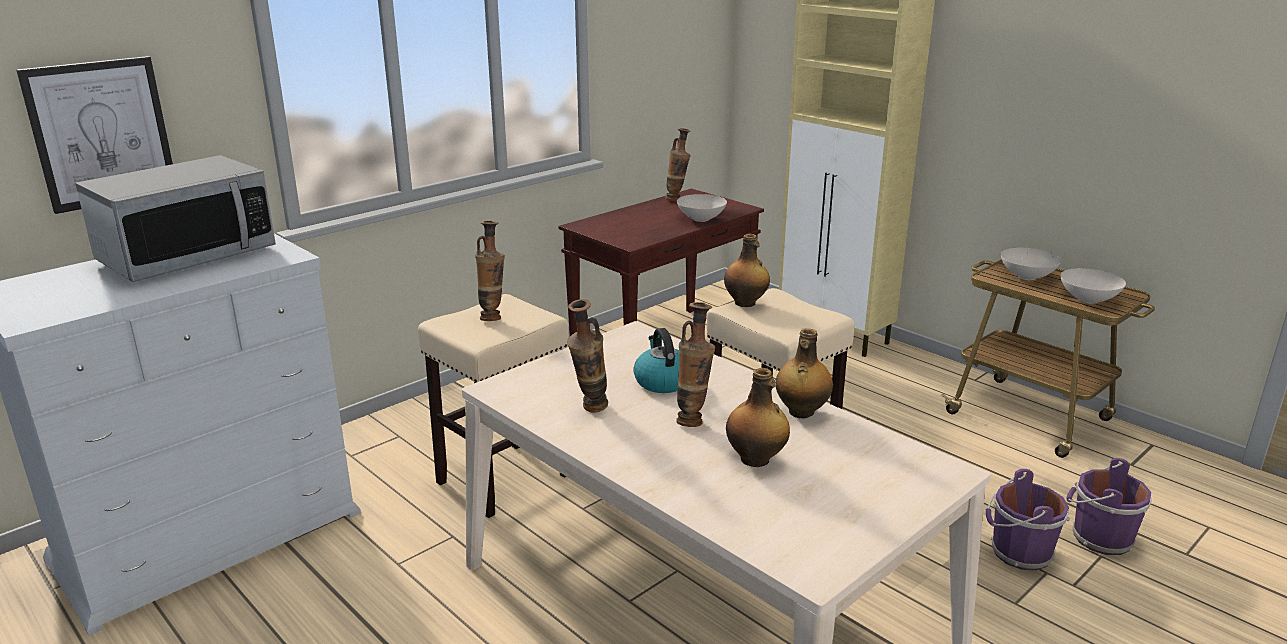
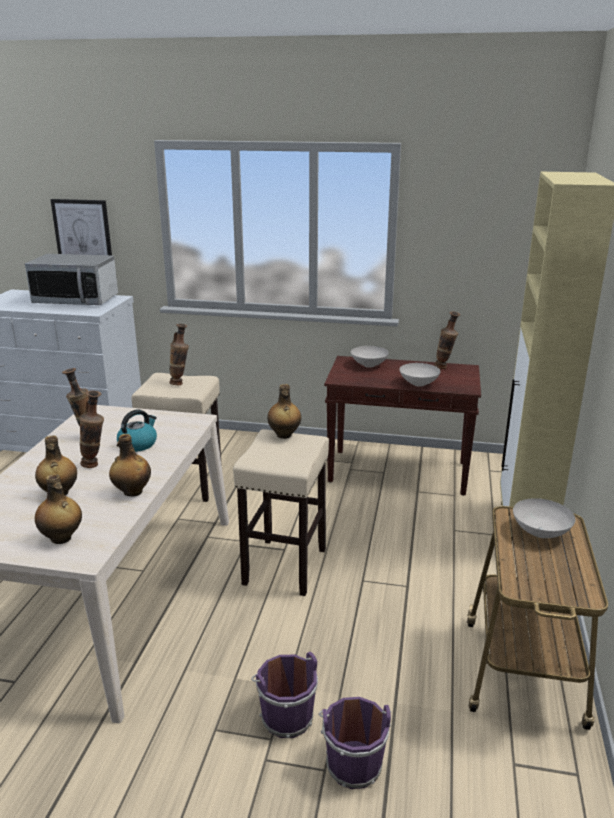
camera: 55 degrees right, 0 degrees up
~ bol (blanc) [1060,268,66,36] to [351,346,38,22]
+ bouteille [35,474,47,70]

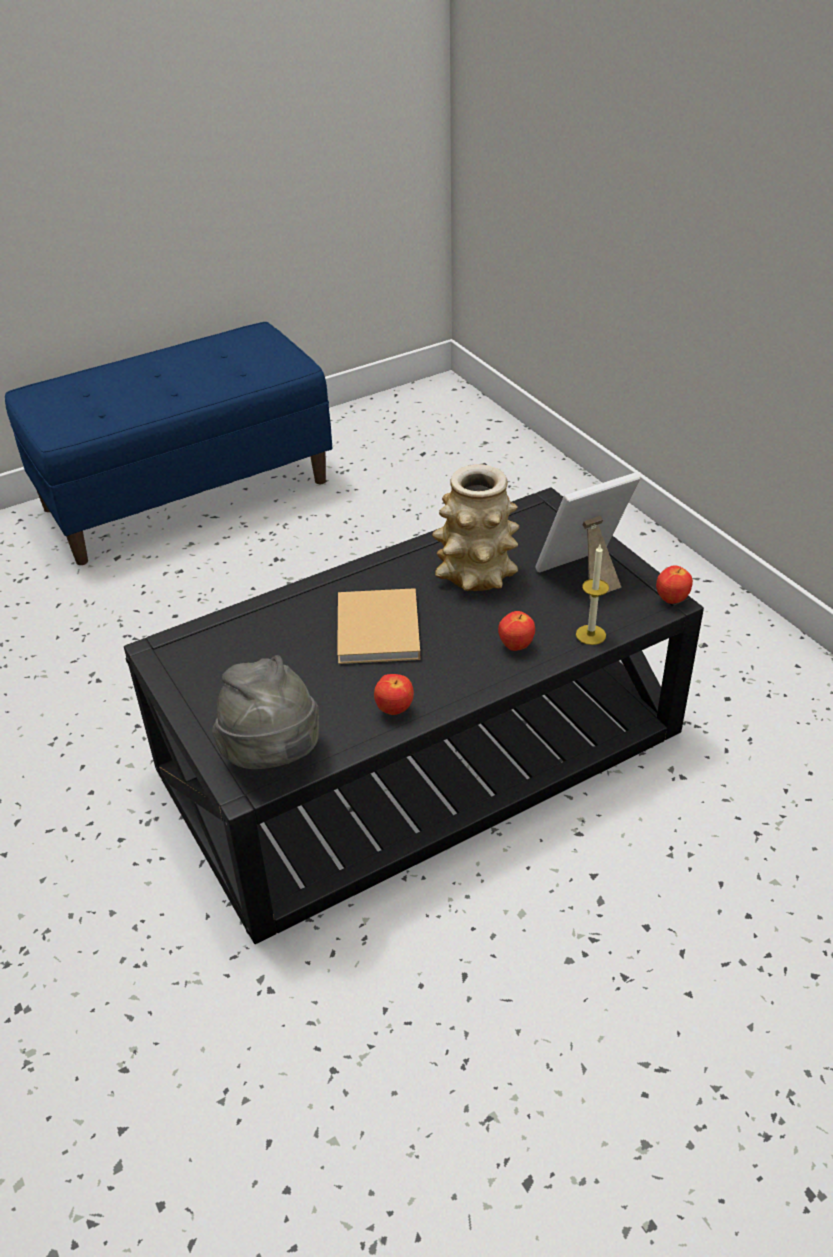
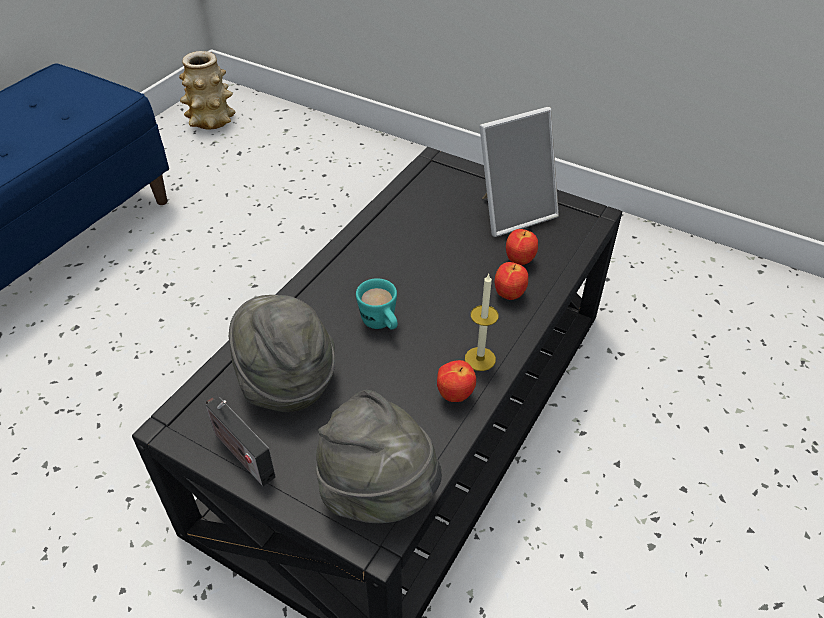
camera: 30 degrees left, 5 degrees up
~ vase [432,464,87,127] to [179,51,56,78]
~ cadre photo [535,473,105,126] = [479,107,80,130] 150 degrees counterclockwise
~ bougie [576,545,33,100] to [465,274,34,97]
~ pomme [656,566,37,38] to [506,229,32,36]
~ livre (beige) [337,588,84,76] to mug (turquoise) [356,278,42,52]
+ chapeau (gris) [229,295,106,117]
+ radio [206,397,70,89]

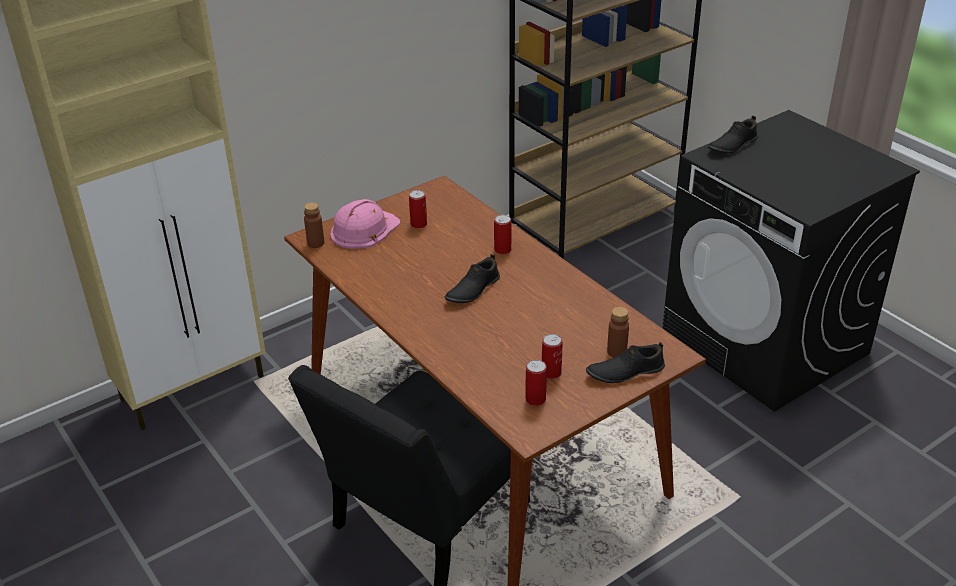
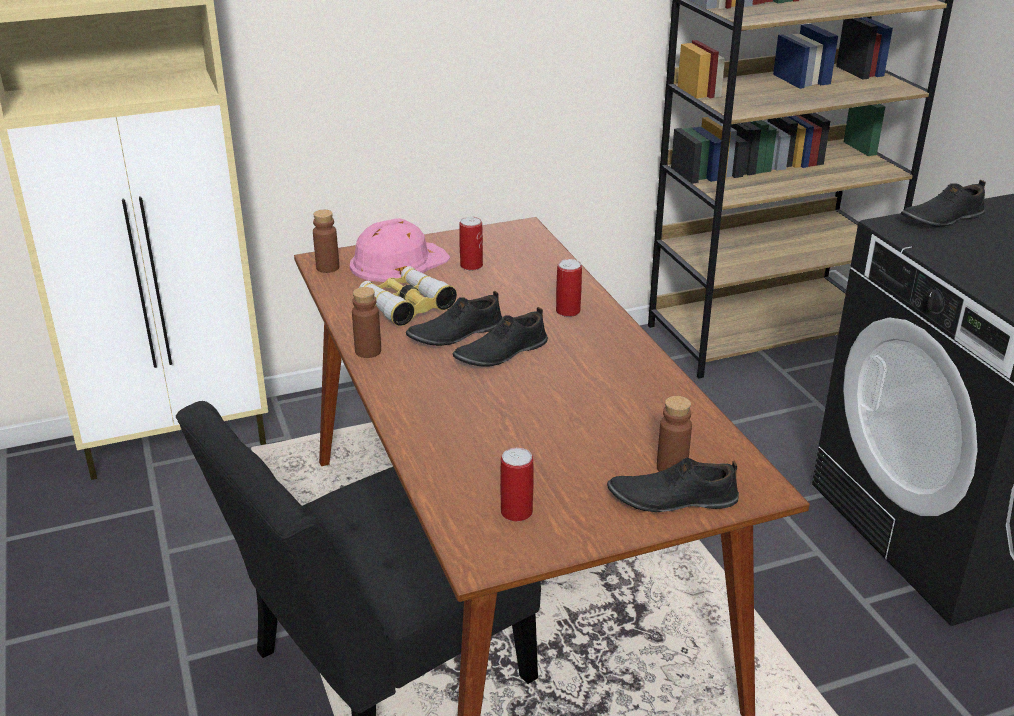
camera: 15 degrees right, 5 degrees down
- boîte métallique [542,334,20,45]
+ jumelles [359,266,98,60]
+ bouteille (marron) [352,287,29,71]
+ chaussure (noir) [406,291,97,55]

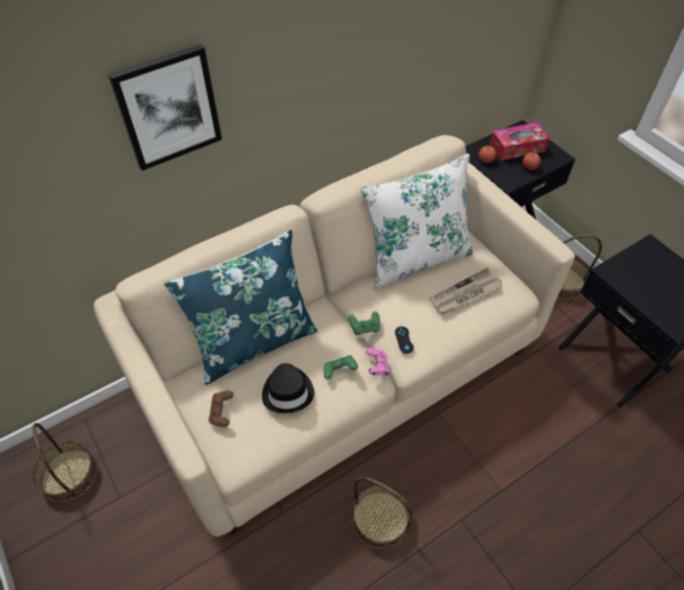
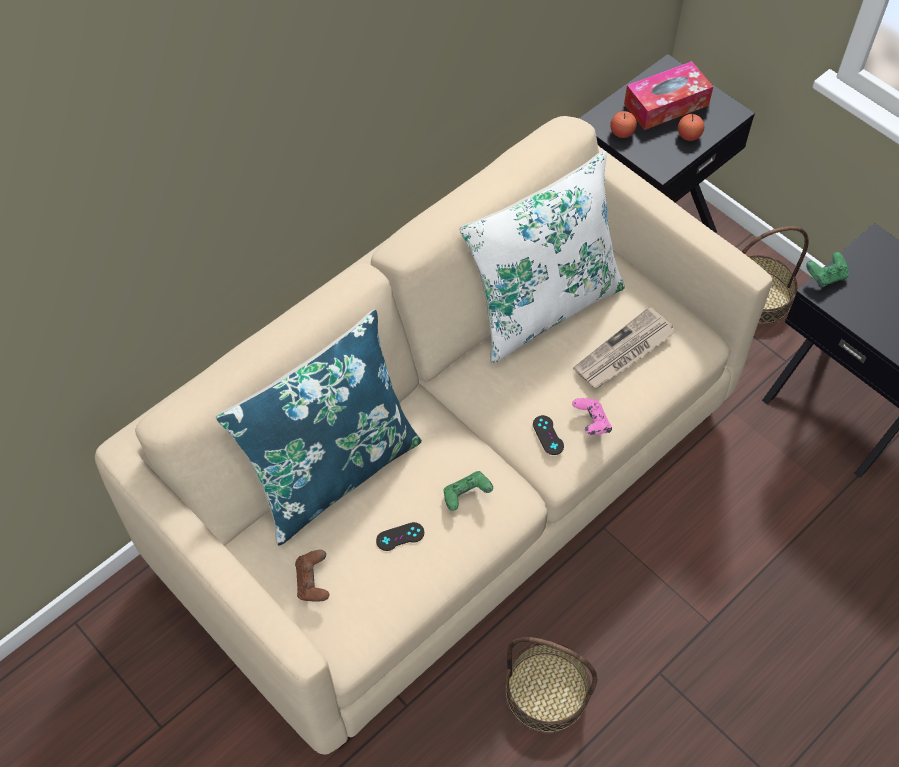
camera: 10 degrees left, 5 degrees up
- tableau [108,44,114,127]
~ manette (vert) [348,311,32,24] to [806,252,43,35]
~ manette (rose) [365,348,24,27] to [572,398,40,37]
~ chapeau (noir) [262,363,52,50] to manette (noir) [376,522,48,29]
- panier [32,423,66,79]

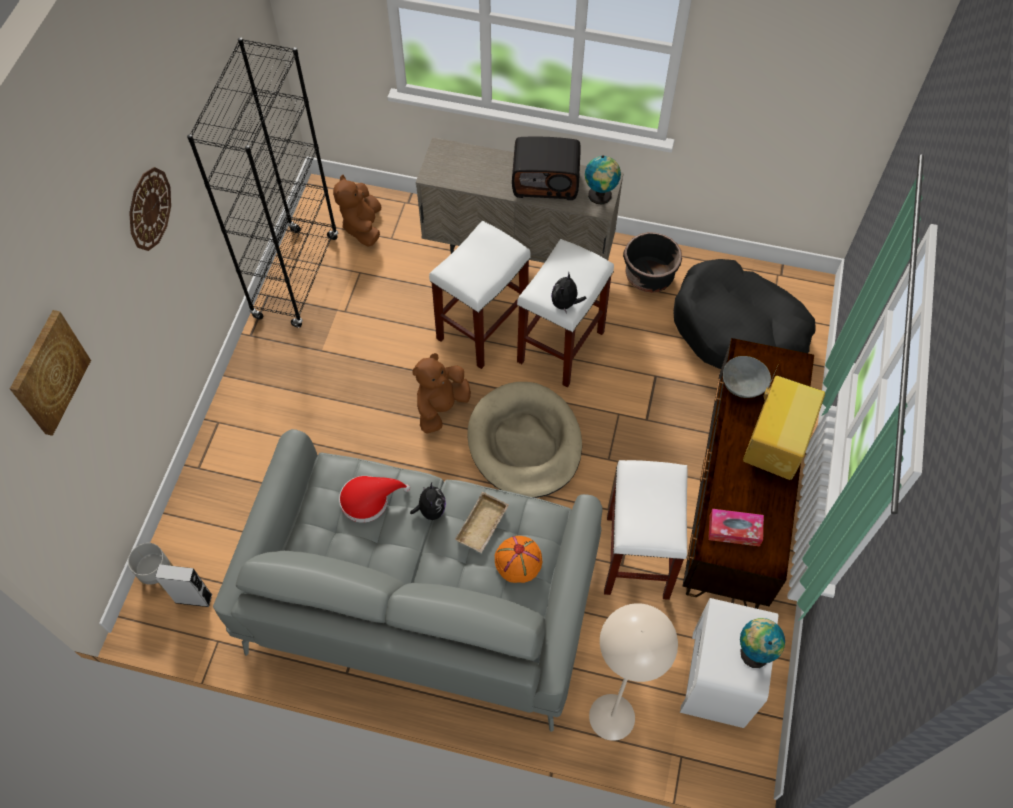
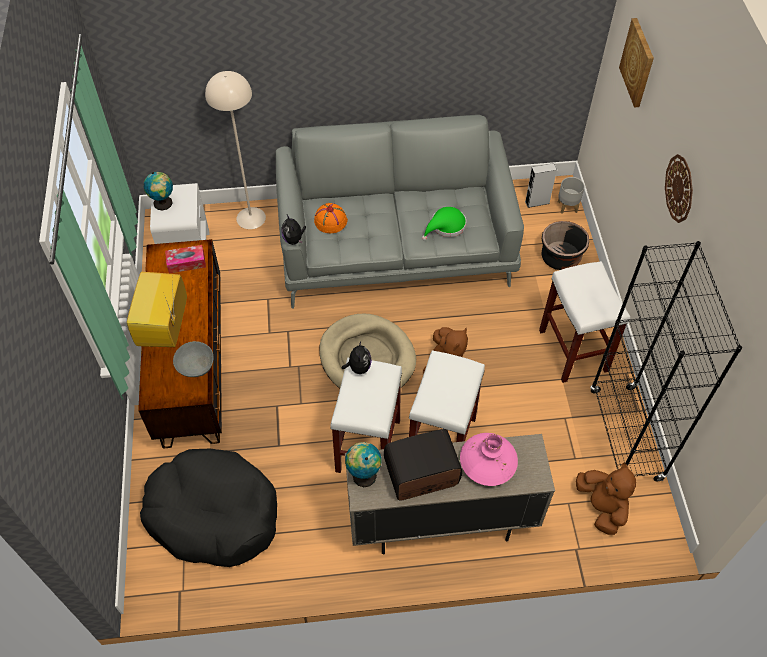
camera: 160 degrees right, 5 degrees down
~ cache-pot (noir) [623,232,59,61] to [541,221,48,49]
~ tabouret (blanc) [604,460,83,140] to [539,261,91,122]
~ chapeau (rouge) [339,476,71,47] to chapeau (vert) [422,207,44,34]
~ peluche [410,483,36,37] to [281,214,25,31]
- plateau (beige) [455,492,54,61]
+ vase (rose) [460,433,58,53]

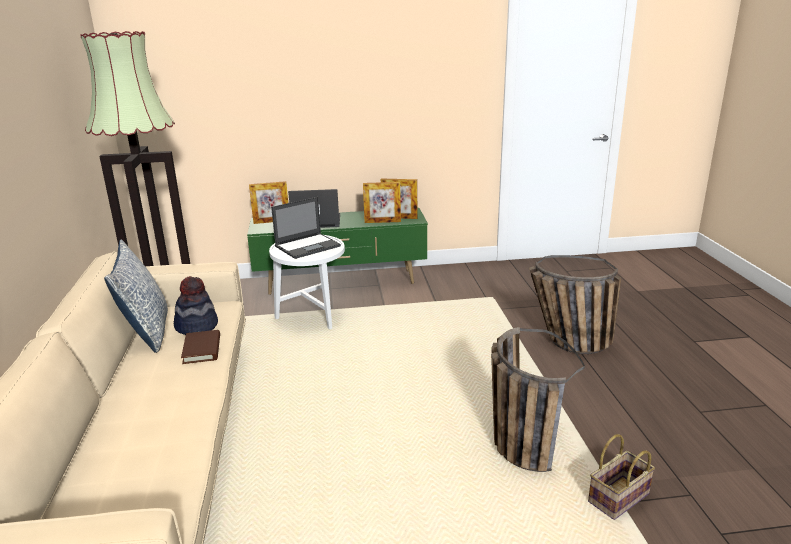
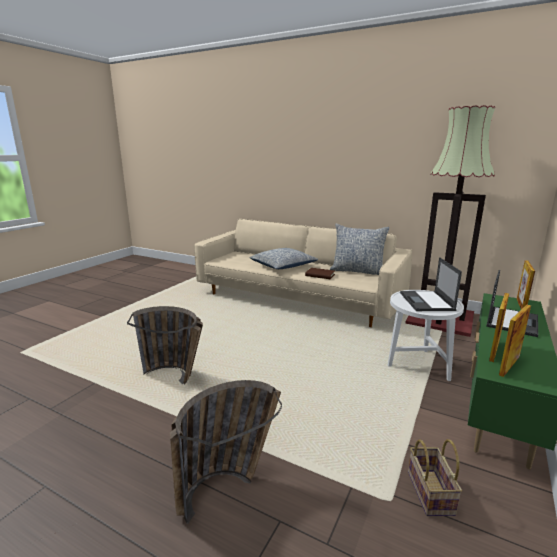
camera: 125 degrees right, 5 degrees down
- chapeau [174,276,44,59]
~ panier [588,434,67,86] to [408,439,54,77]
+ coussin [249,248,69,21]

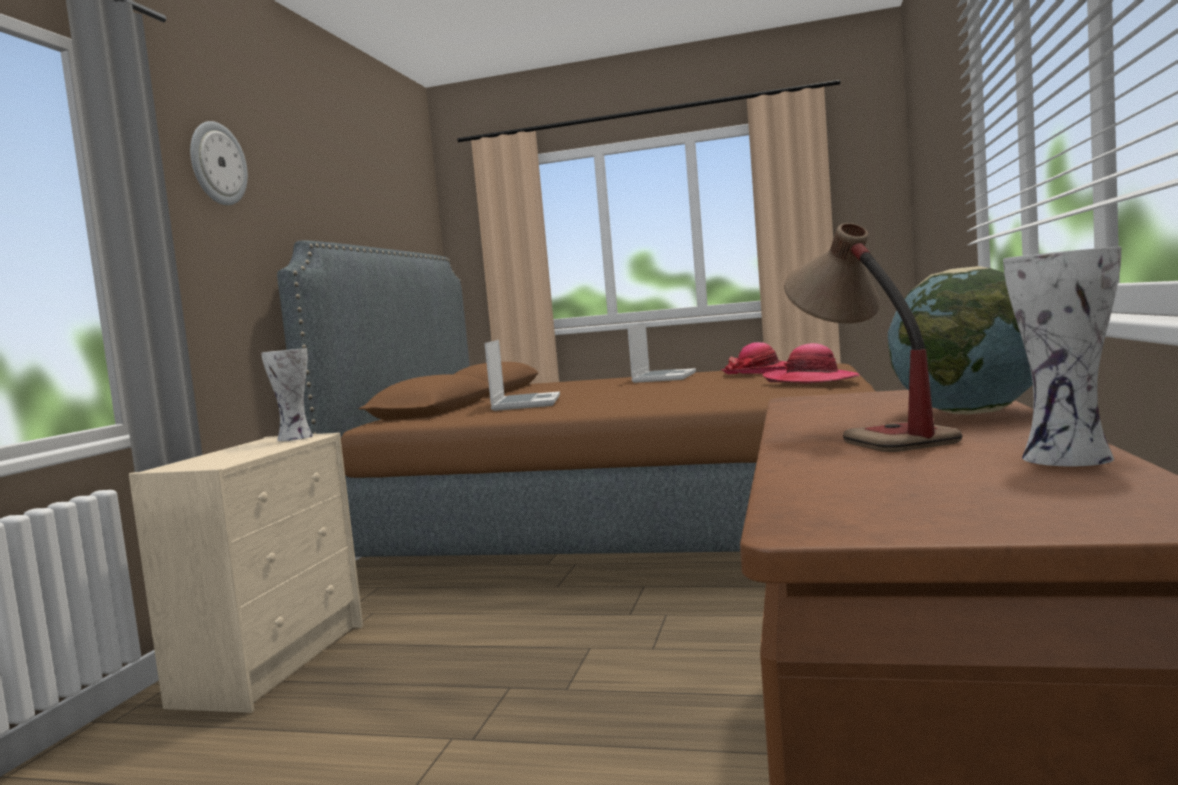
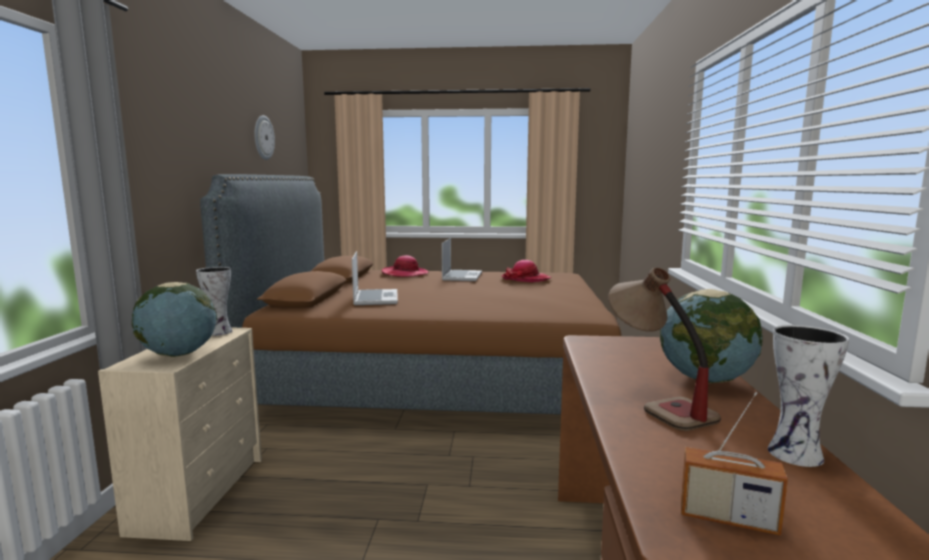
camera: 10 degrees left, 5 degrees up
~ horloge murale [190,121,58,84] to [254,115,21,45]
~ chapeau [762,343,98,41] to [382,255,46,22]
+ globe [132,282,85,75]
+ radio [681,392,107,143]

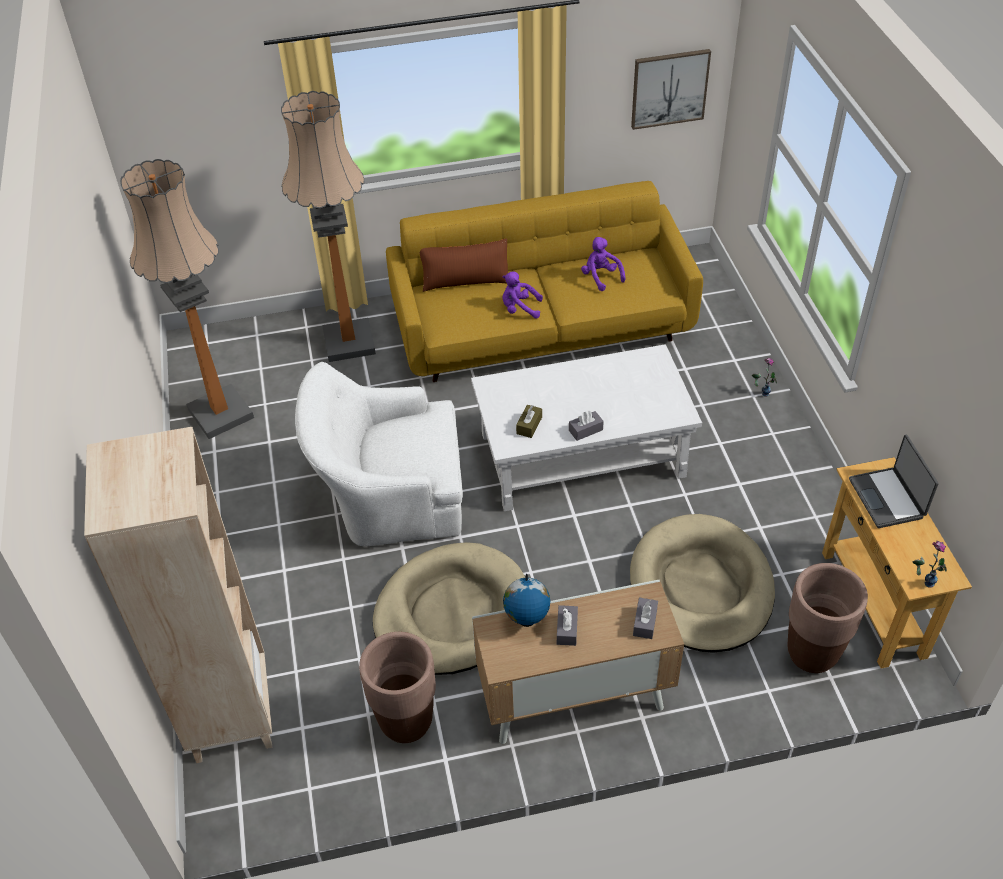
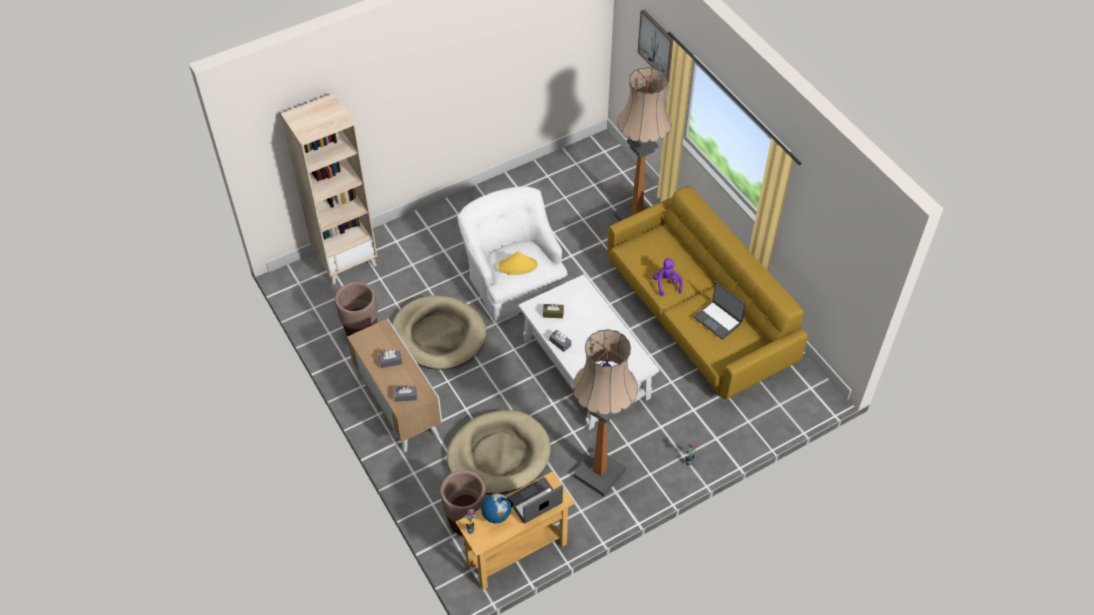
camera: 70 degrees right, 5 degrees up
~ tableau [631,49,80,81] to [638,10,36,73]
~ lampadaire [120,159,134,280] to [573,329,65,168]
~ peluche (violet) [581,237,45,54] to ordinateur portable [693,282,53,58]
- coussin (marron) [420,239,88,53]
~ globe [503,574,47,53] to [481,493,32,30]
+ chapeau (jaune) [498,251,40,24]

